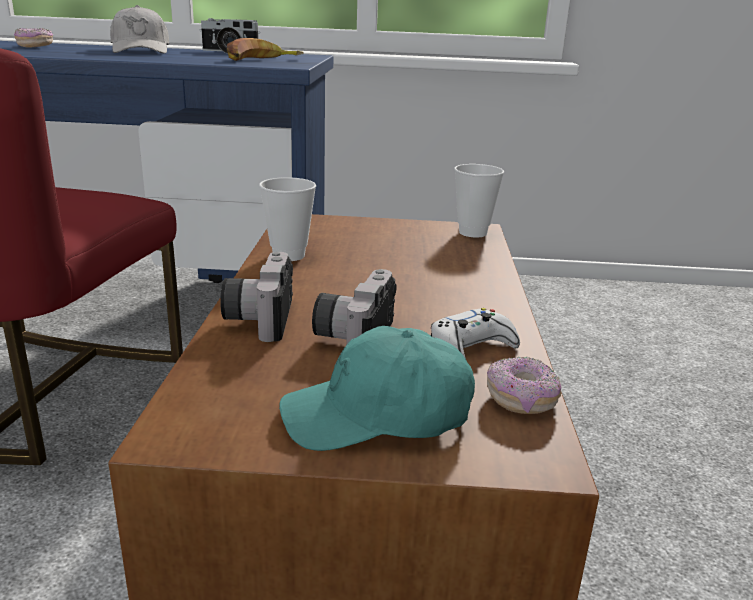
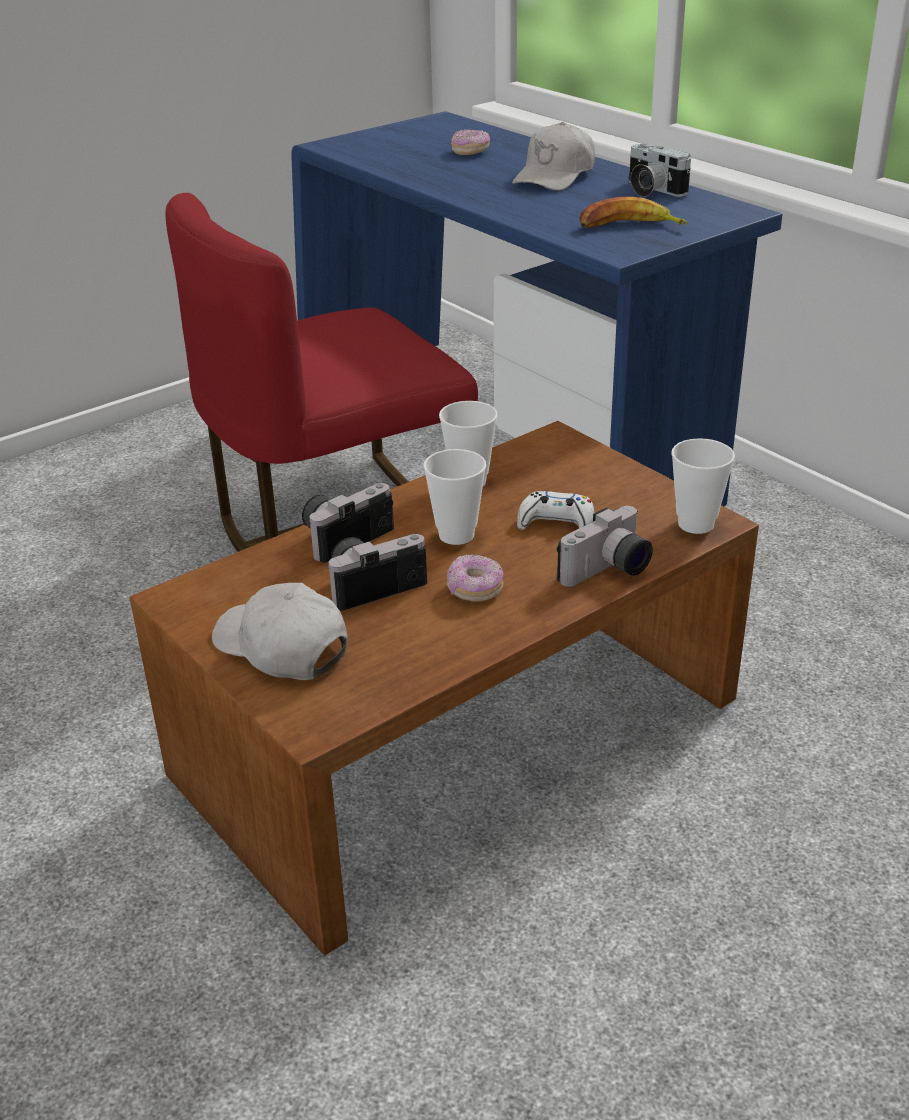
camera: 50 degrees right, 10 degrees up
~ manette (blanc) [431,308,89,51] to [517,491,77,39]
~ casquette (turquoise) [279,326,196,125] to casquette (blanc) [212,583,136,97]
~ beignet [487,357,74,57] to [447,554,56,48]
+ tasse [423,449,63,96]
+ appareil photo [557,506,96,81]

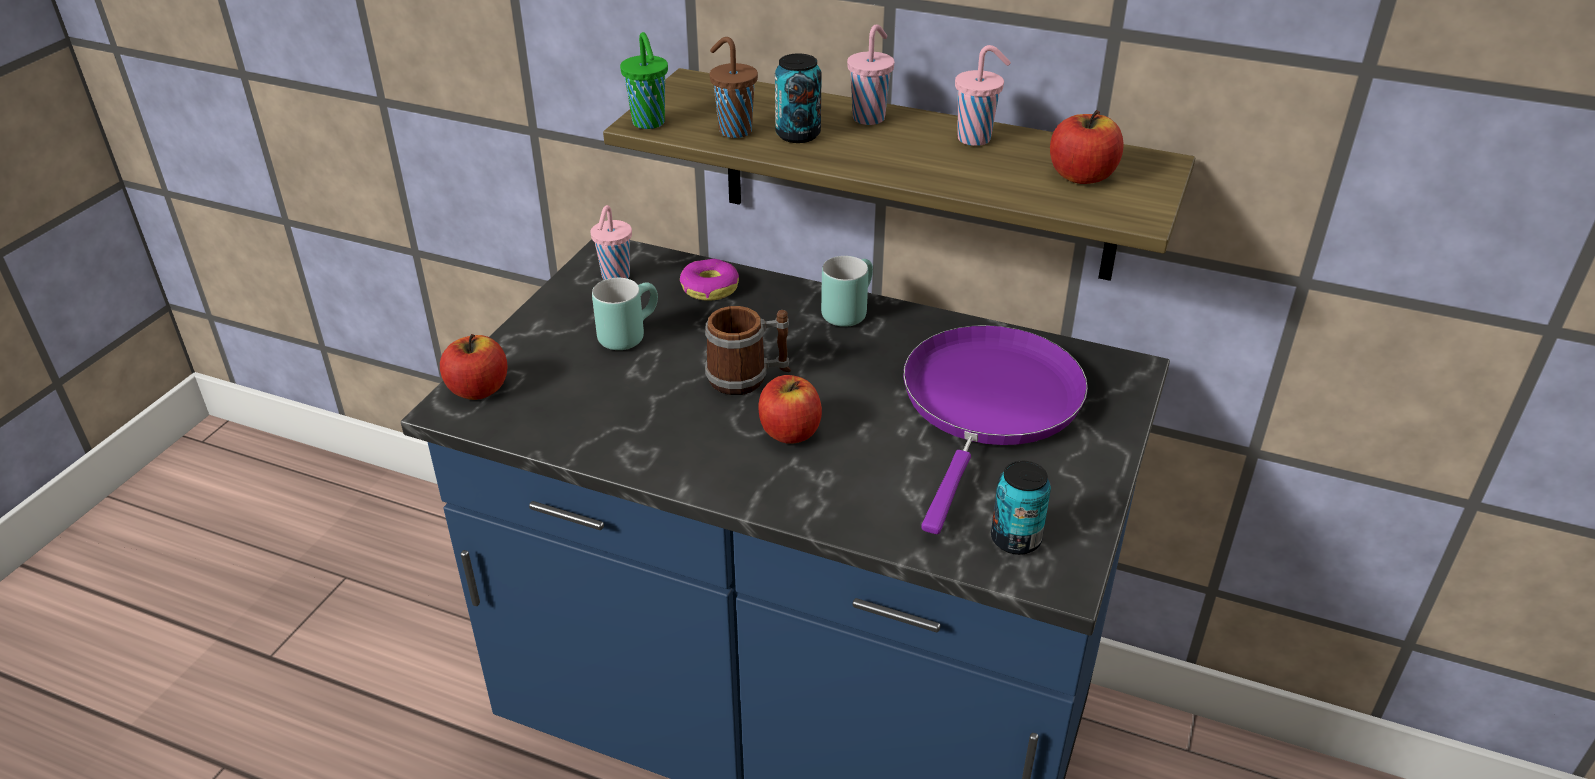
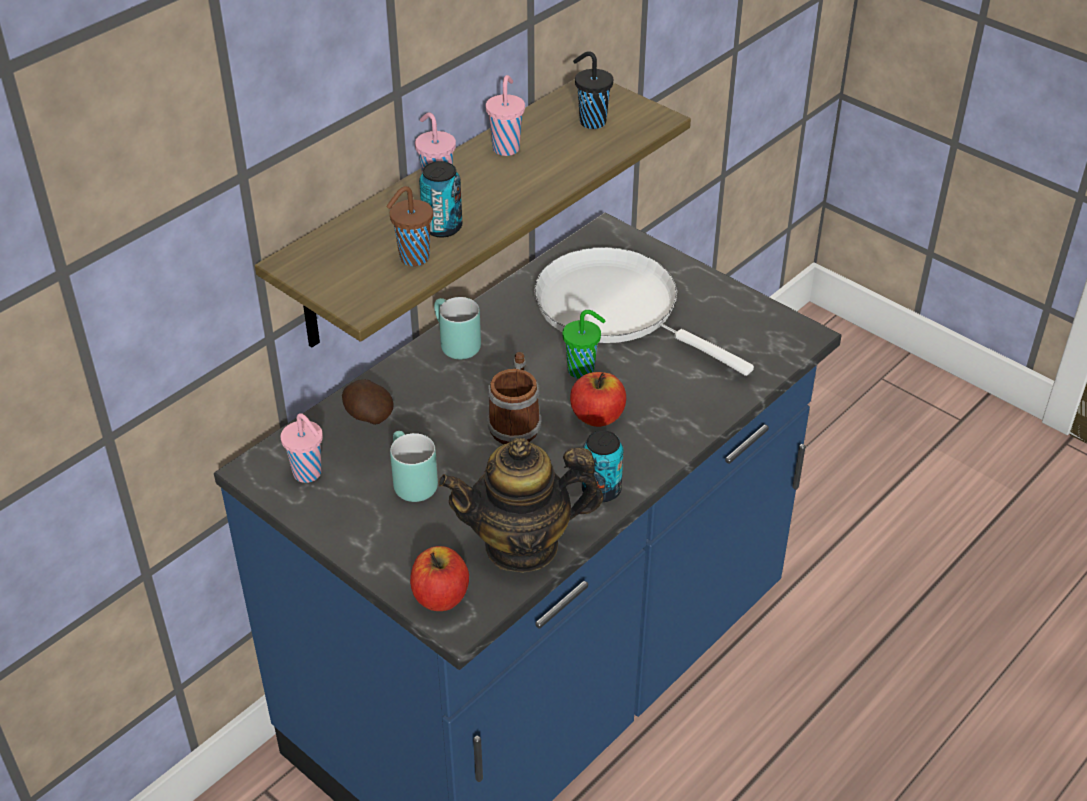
camera: 70 degrees left, 5 degrees up
~ tasse (vert) [620,32,48,97] to [562,310,44,69]
~ pomme [1050,110,74,74] to tasse (noir) [573,51,40,78]
~ beignet [680,259,59,42] to pomme de terre [342,379,52,46]
~ poêle (violet) [903,325,185,209] to poêle (blanc) [534,247,220,129]
~ boîte métallique [991,461,60,94] to [582,430,42,72]
+ théière [438,438,165,135]

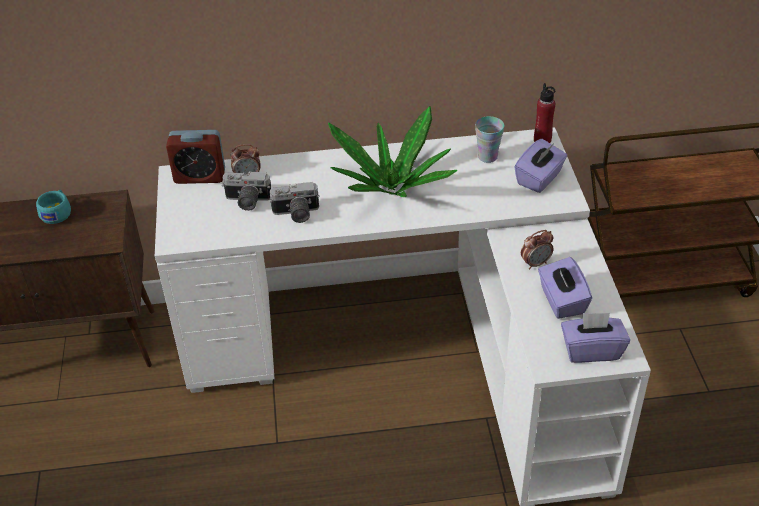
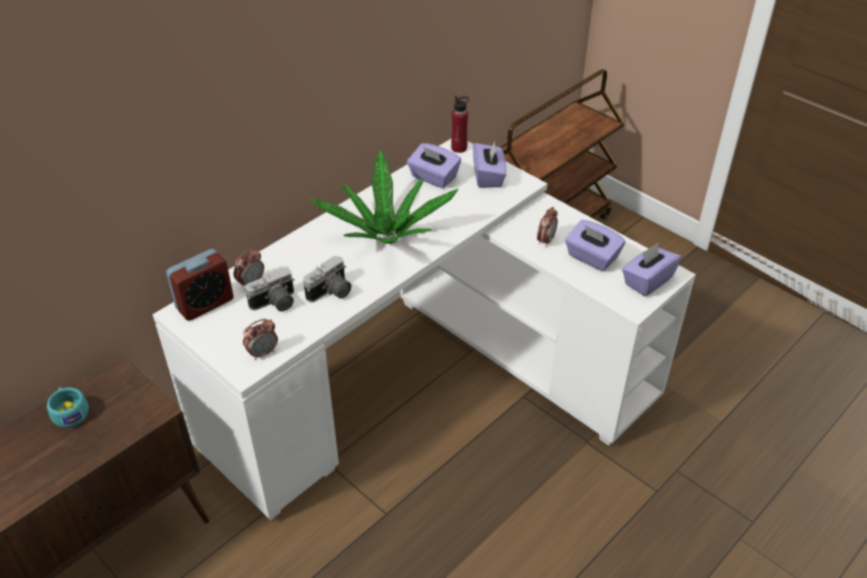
camera: 40 degrees left, 0 degrees up
~ tasse [475,116,29,47] to boîte à mouchoirs (violet) [407,143,54,45]
+ réveil [243,319,35,41]

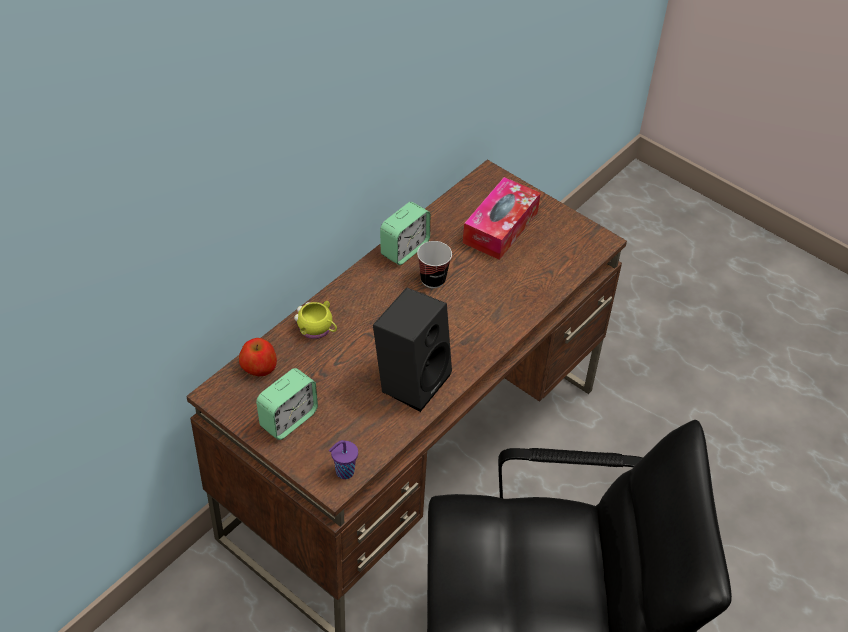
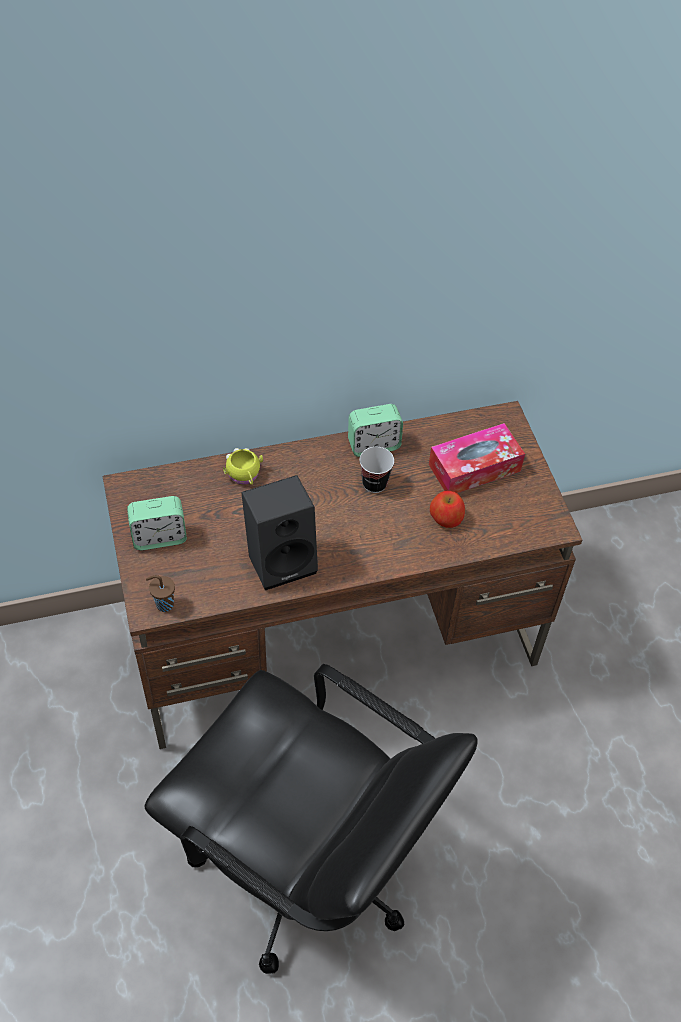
camera: 35 degrees right, 5 degrees up
~ pomme [239,338,38,38] to [430,491,35,37]
~ tasse (violet) [329,440,29,39] to tasse (marron) [146,575,29,37]

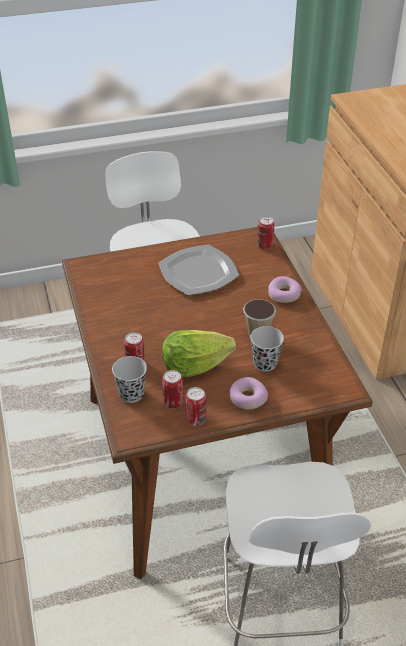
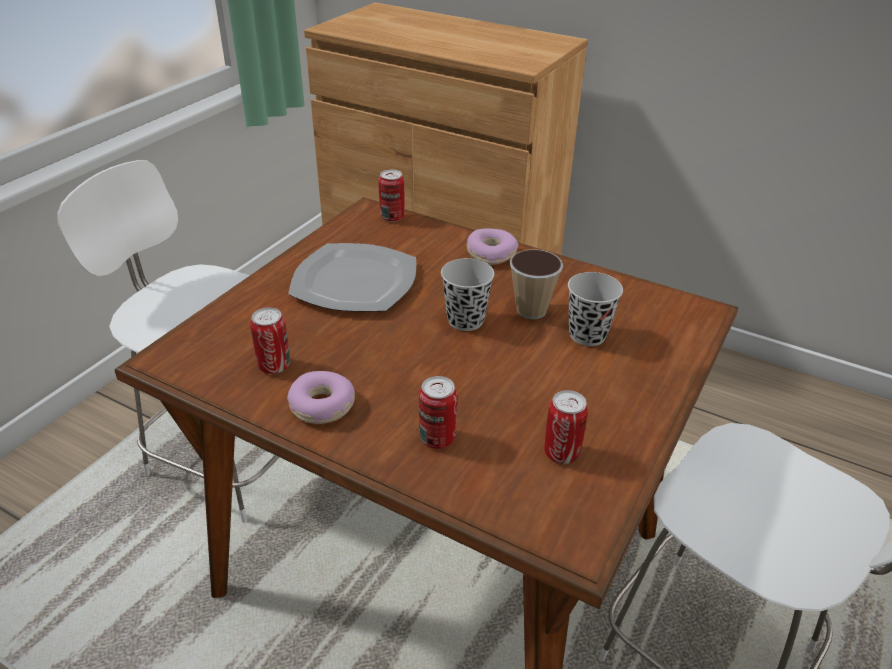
camera: 45 degrees left, 5 degrees down
- laitue [162,330,74,48]
~ tasse (noir) [112,356,35,47] to [441,258,53,73]
~ beignet [230,377,38,33] to [287,371,68,53]
~ boîte métallique [185,387,21,39] to [250,307,40,67]

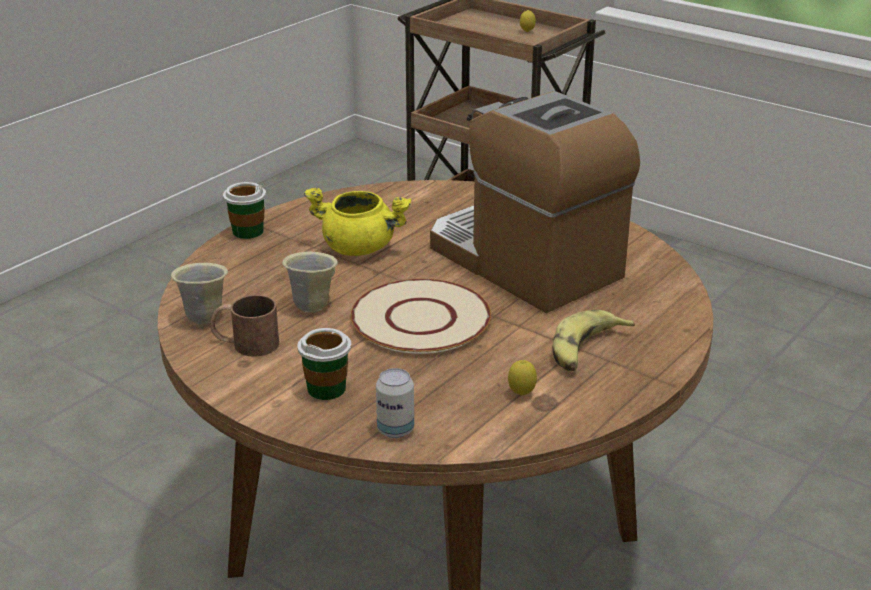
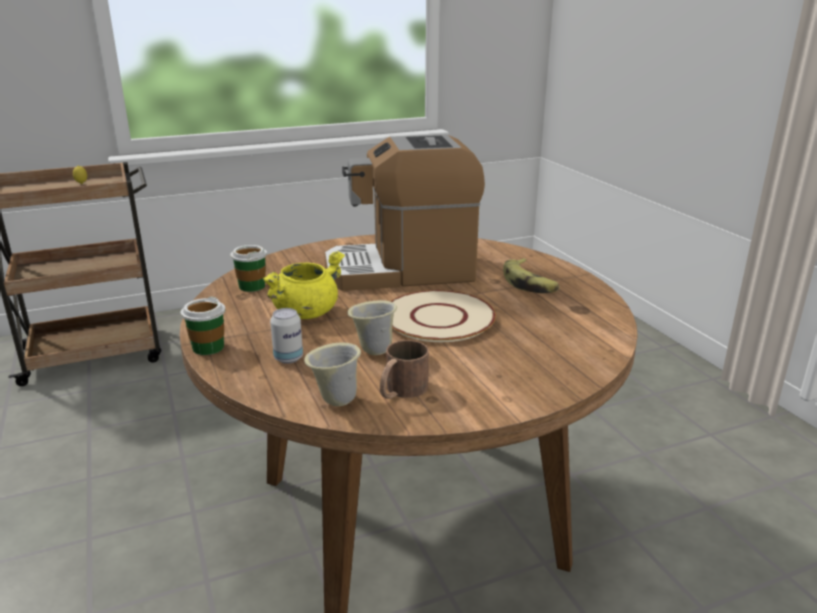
camera: 60 degrees left, 5 degrees down
~ tasse [298,328,53,72] to [230,245,37,47]
- citron [508,360,29,36]
~ boîte métallique [376,368,38,70] to [270,308,33,56]

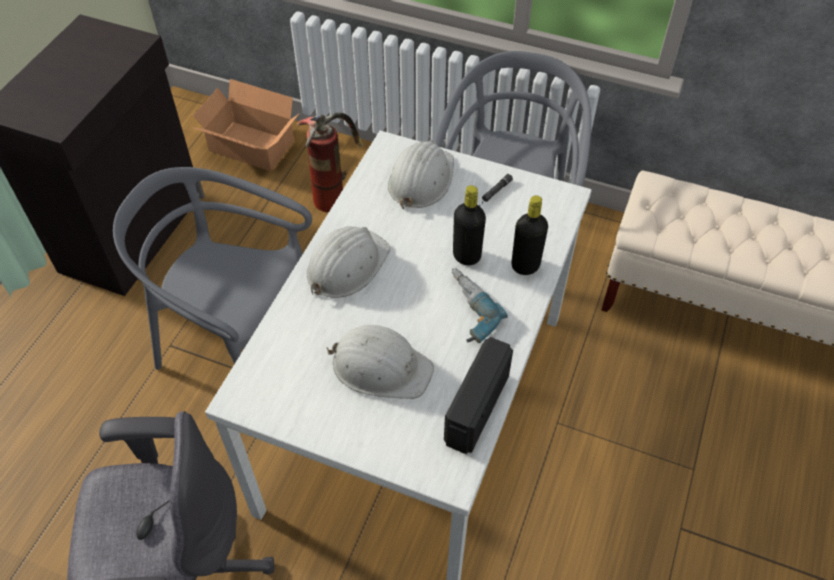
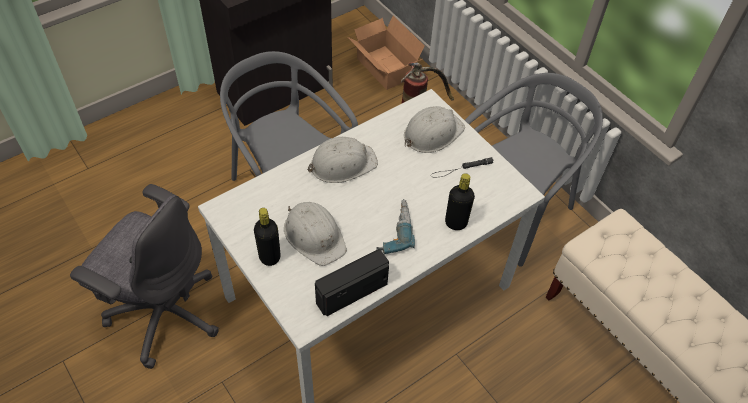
camera: 30 degrees right, 0 degrees up
~ bouteille (noir) [453,185,33,80] to [254,208,27,58]

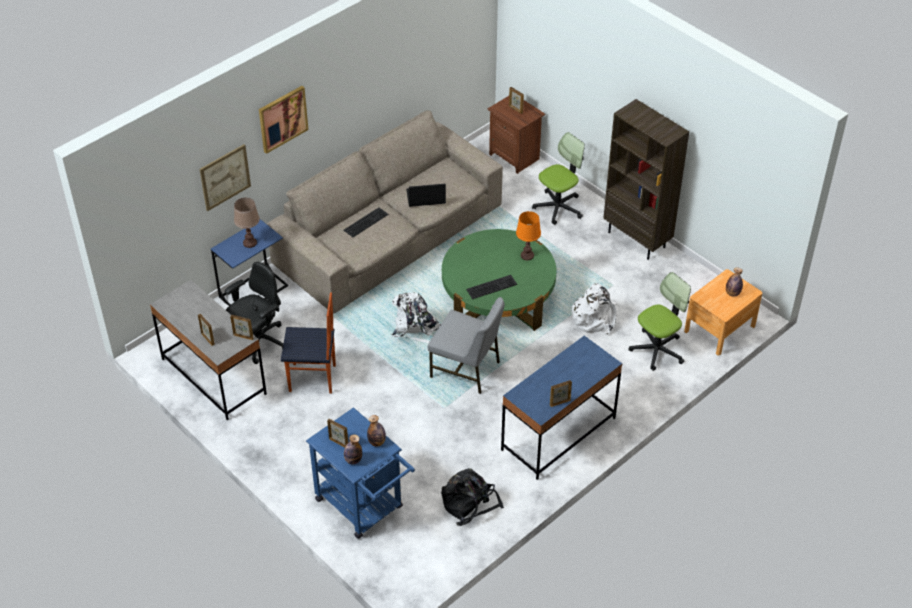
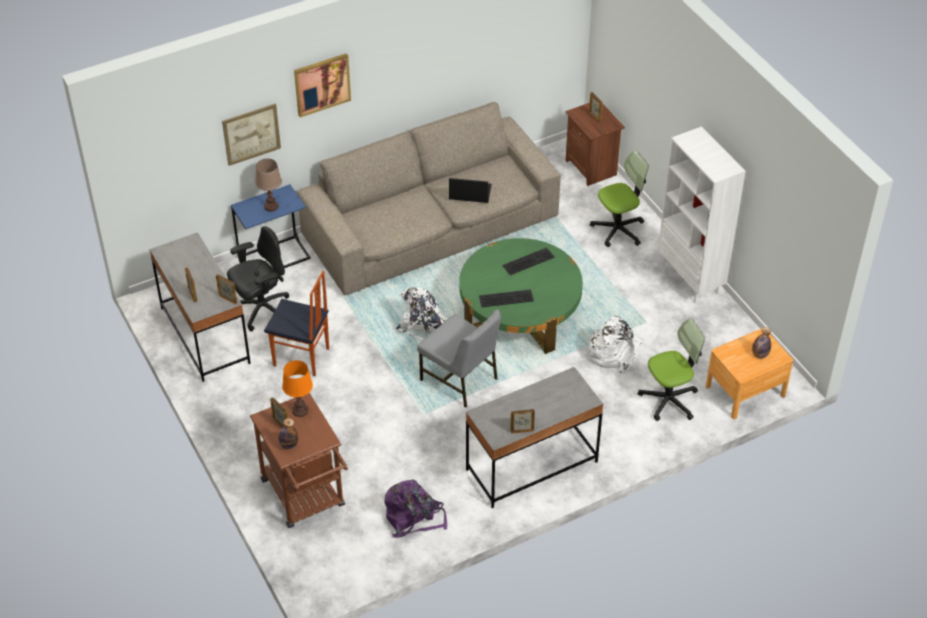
camera: 15 degrees right, 0 degrees up
~ bibliothèque (marron) [603,99,86,161] to bibliothèque (blanc) [658,126,88,177]
~ clavier [343,207,46,30] to [502,247,53,28]
~ lampe de table (orange) [516,211,25,49] to [282,360,31,57]
~ bureau (bleu) [501,336,121,144] to bureau (gris) [466,367,137,141]
~ chariot (bleu) [306,407,109,132] to chariot (marron) [250,393,98,135]
- bouteille [367,415,19,32]
~ sac à dos (noir) [441,468,63,58] to sac à dos (violet) [384,480,63,58]

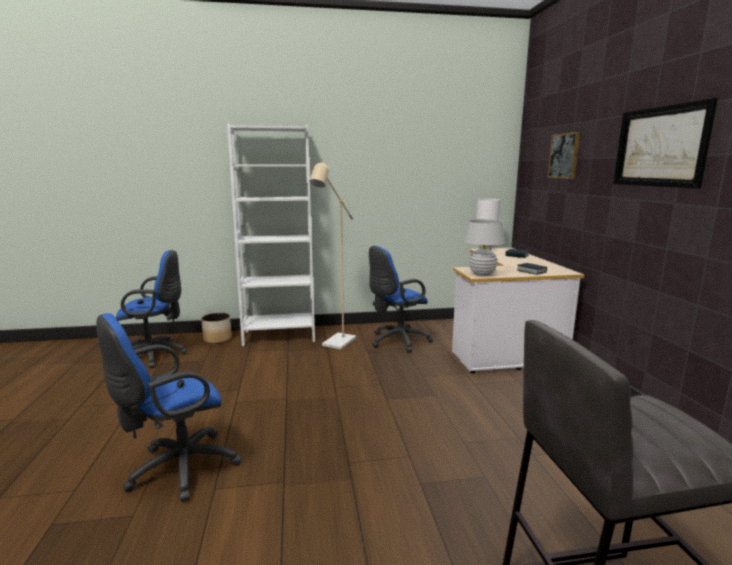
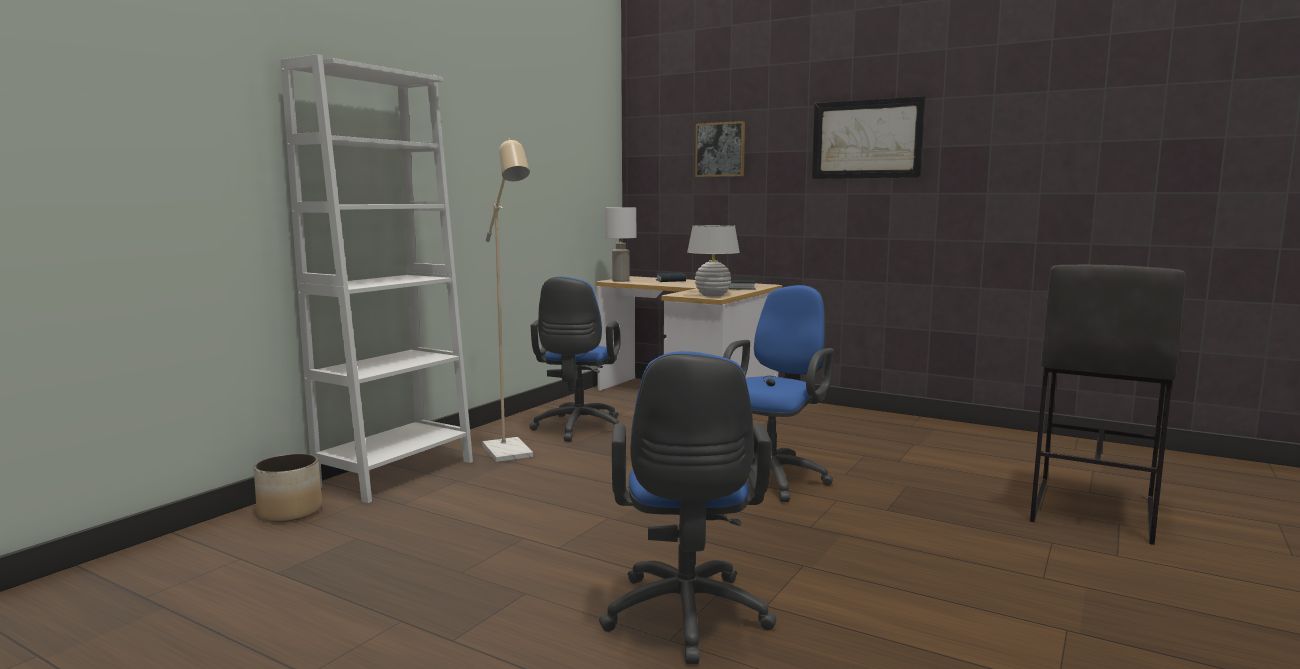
camera: 50 degrees left, 5 degrees down
~ chaise de bureau (bleu) [116,250,72,118] to [723,285,111,217]

